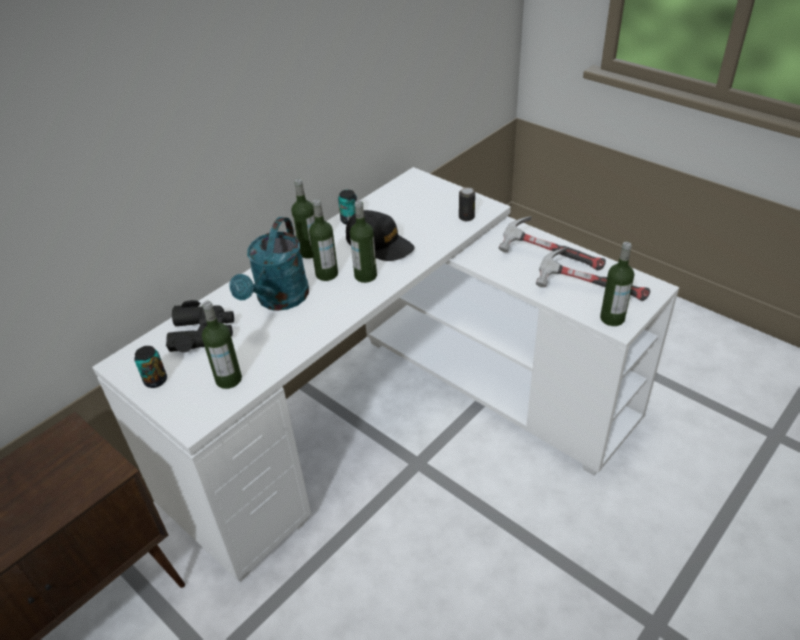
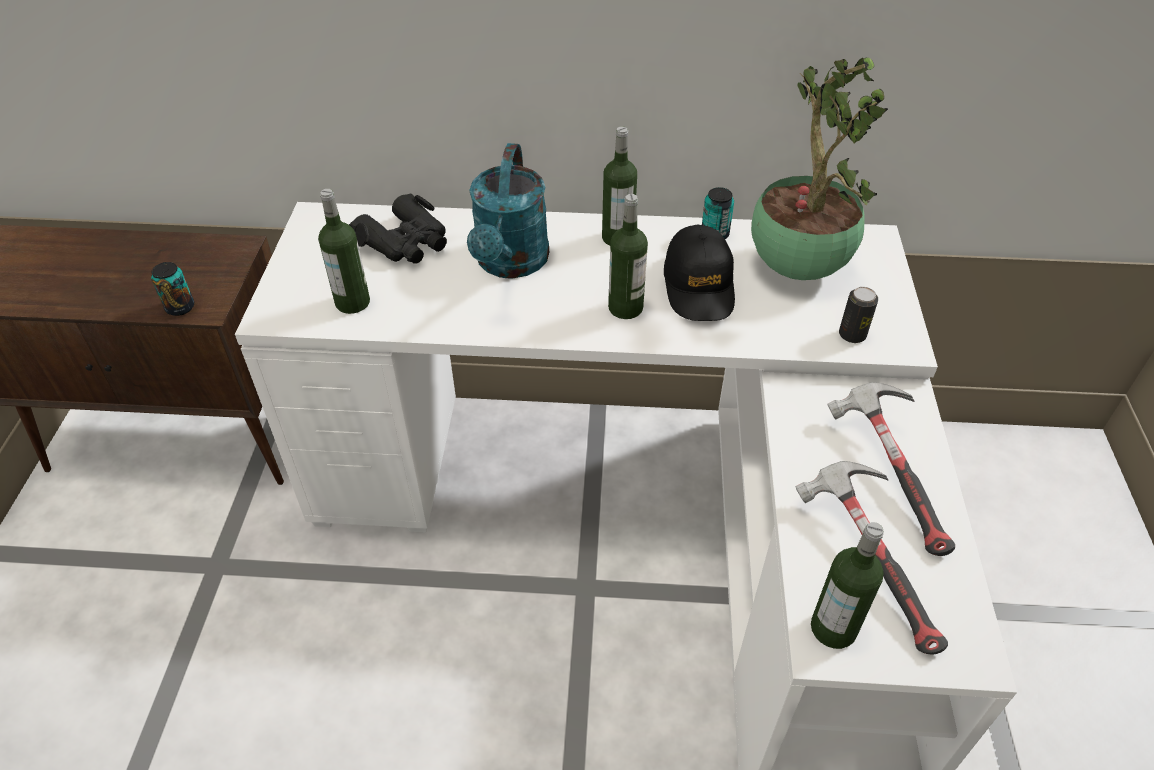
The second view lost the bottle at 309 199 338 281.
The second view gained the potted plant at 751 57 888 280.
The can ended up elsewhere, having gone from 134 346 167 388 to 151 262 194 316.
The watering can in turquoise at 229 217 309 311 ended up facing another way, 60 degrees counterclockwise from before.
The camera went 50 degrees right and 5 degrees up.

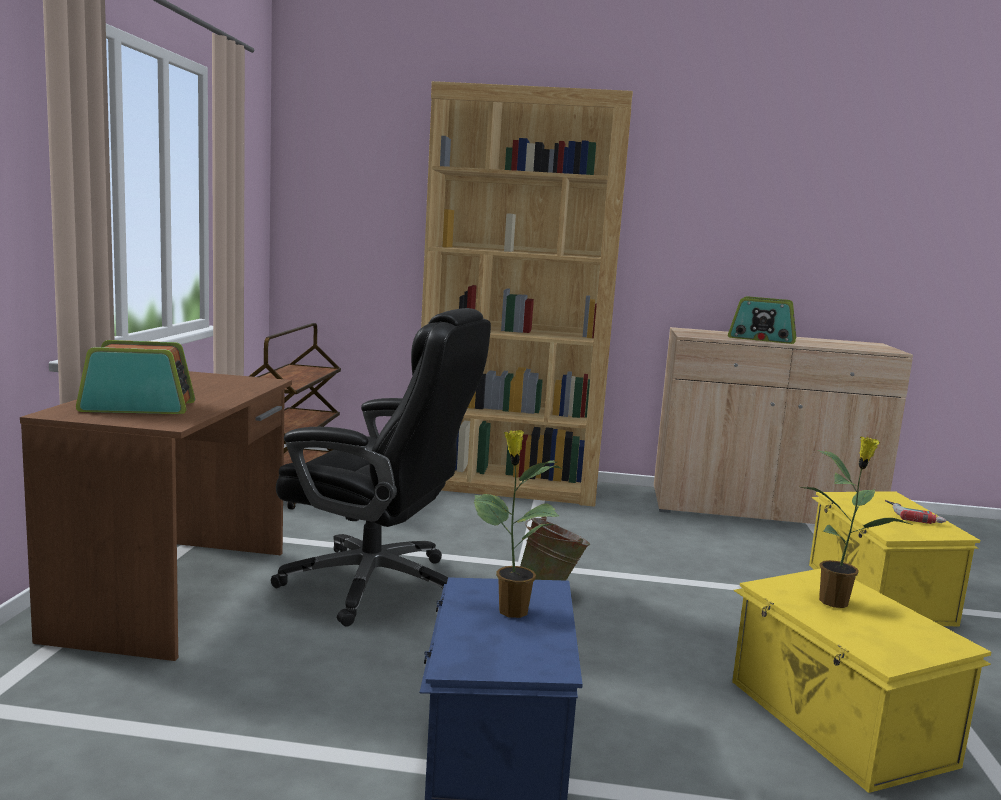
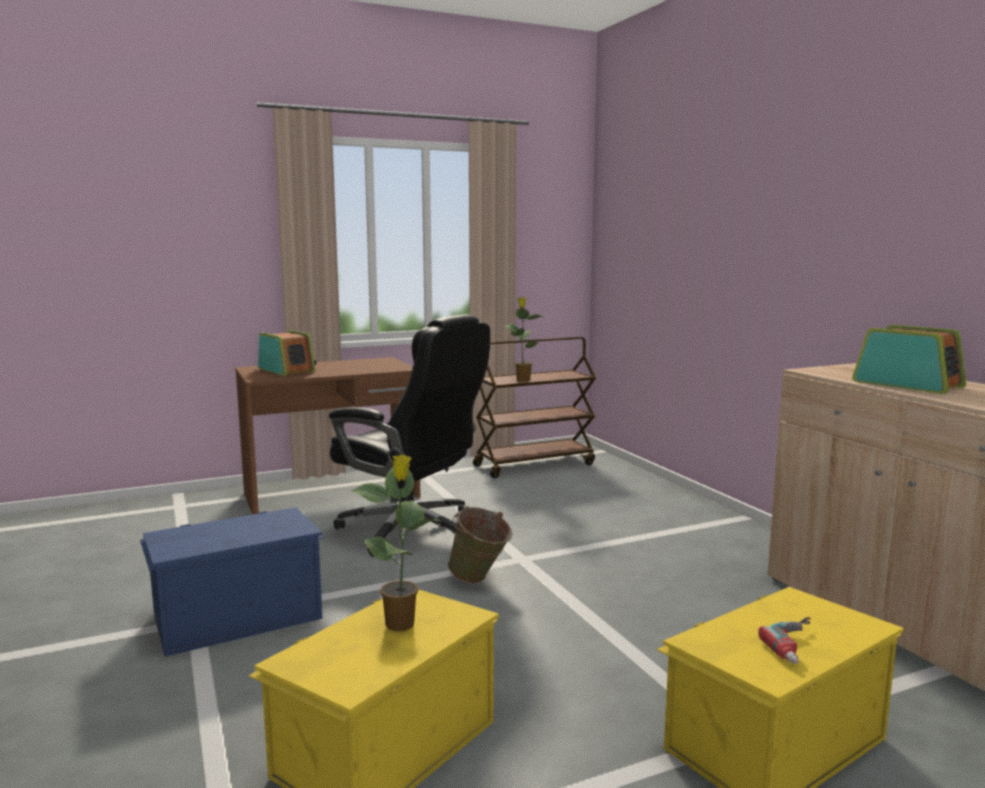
The second view lost the bookcase in brown at 421 81 633 507.
The potted plant ended up elsewhere, having gone from 474 430 563 618 to 504 297 545 382.
The office chair in black at 271 308 491 627 ended up facing another way, 45 degrees counterclockwise from before.
The radio at 728 296 796 344 ended up facing another way, 150 degrees clockwise from before.
The camera went 60 degrees right and 0 degrees up.

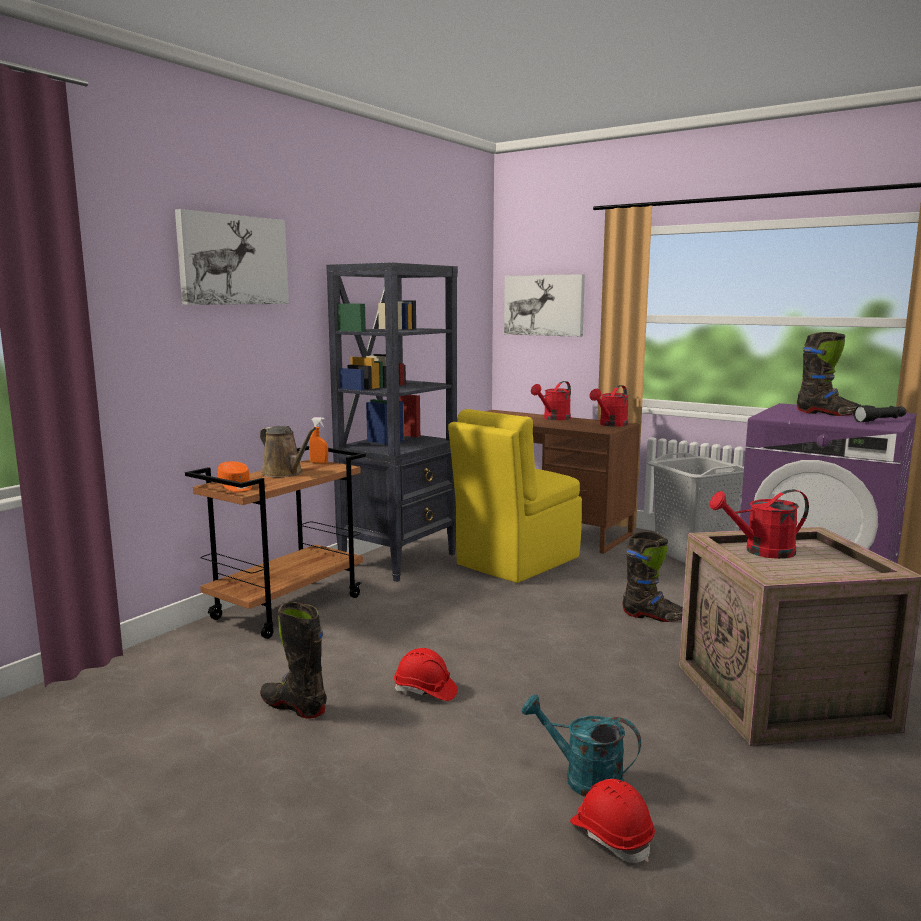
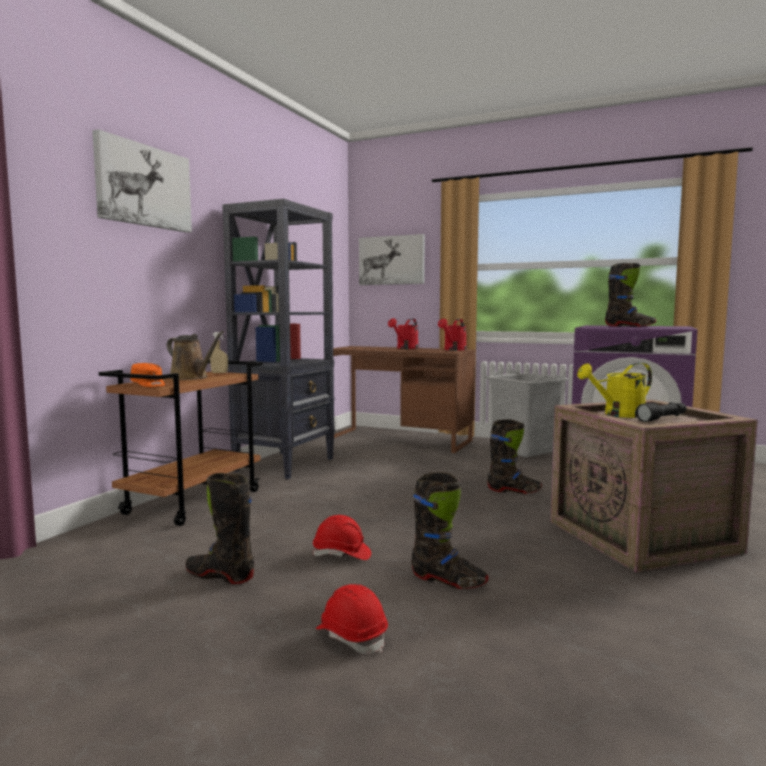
The second view lost the chair in yellow at 448 409 582 583.
The second view lost the watering can in turquoise at 522 694 641 797.
The second view gained the boot in black at 411 472 489 589.
The hard hat in red ended up elsewhere, having gone from 570 779 655 863 to 316 584 388 654.
The flashlight in black ended up elsewhere, having gone from 853 405 907 422 to 636 402 687 422.
What was the spray bottle in orange at 309 417 328 464 turned into the spray bottle in beige at 210 332 228 373.
What was the watering can in red at 709 490 809 559 turned into the watering can in yellow at 577 363 652 418.
The camera went 10 degrees left and 5 degrees down.

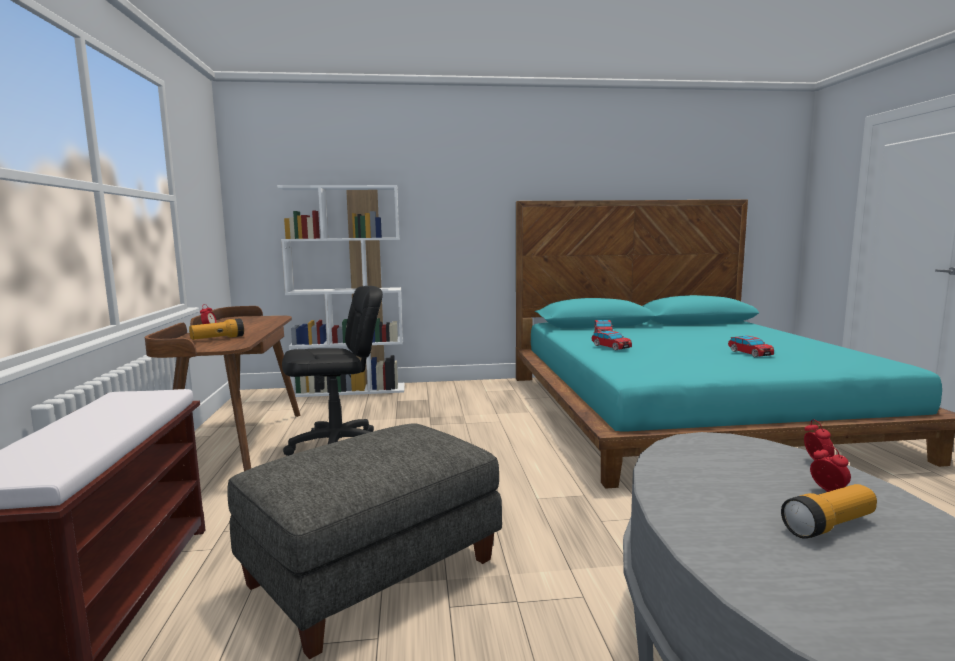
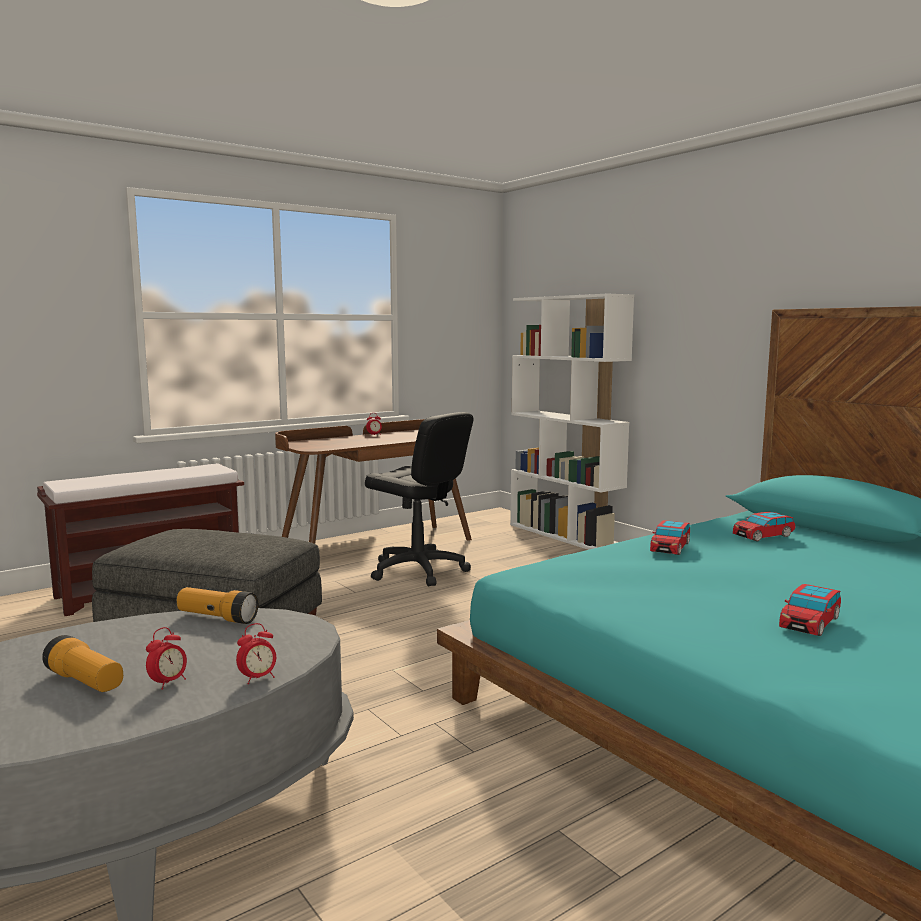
The flashlight ended up elsewhere, having gone from 189 318 244 340 to 177 587 258 624.
The camera went 60 degrees right and 0 degrees up.

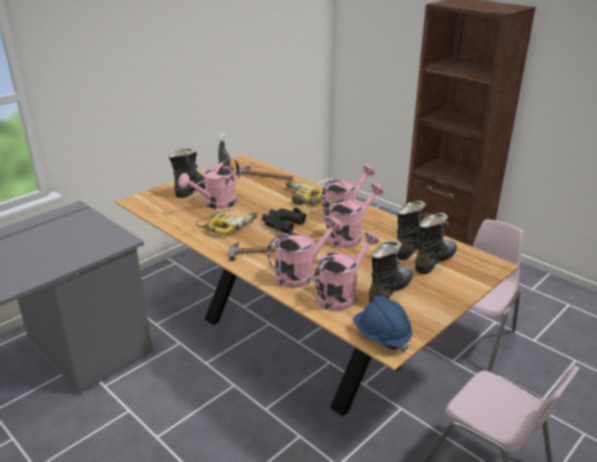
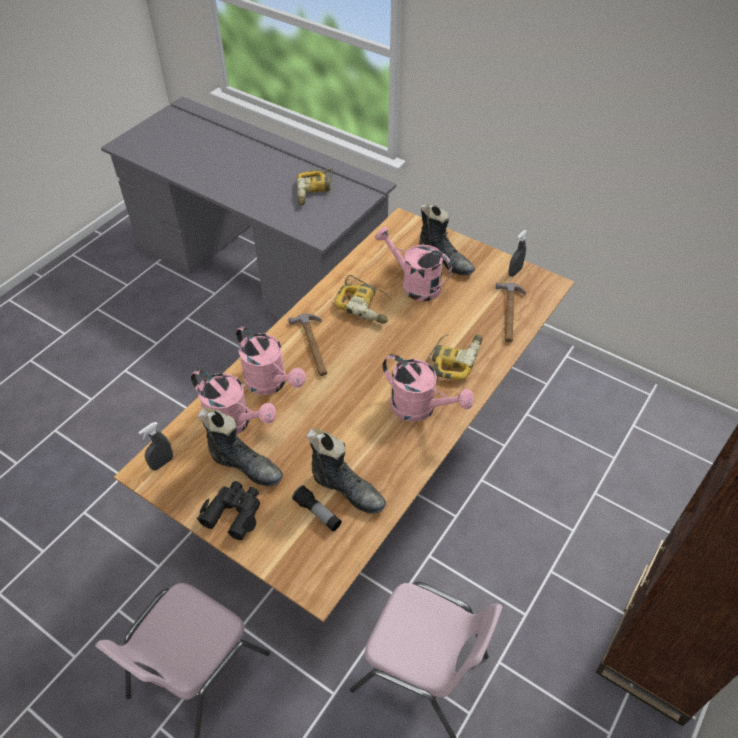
The second view lost the watering can in pink at 325 183 384 248.
The second view gained the power drill at 297 168 333 205.
The binoculars in black ended up elsewhere, having gone from 262 208 306 234 to 197 481 260 540.
Where the hard hat in blue stood at 353 296 412 352, the spray bottle in grey came to stand at 139 422 173 471.
Where the boot in black stood at 415 213 457 274, the flashlight came to stand at 292 485 342 531.
The camera went 80 degrees right and 20 degrees up.

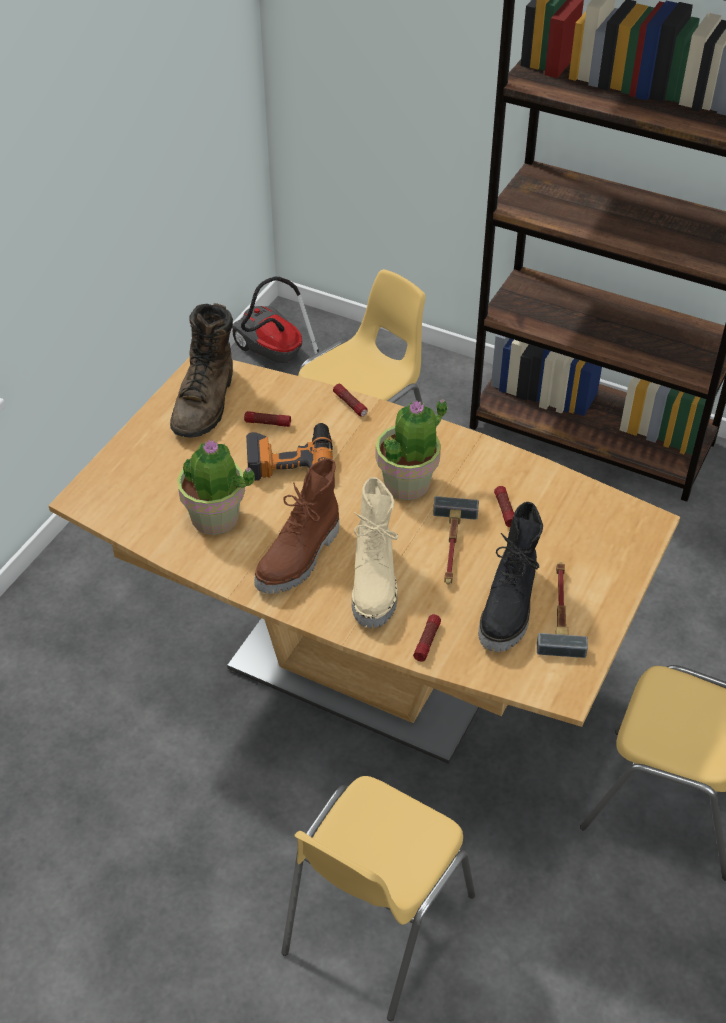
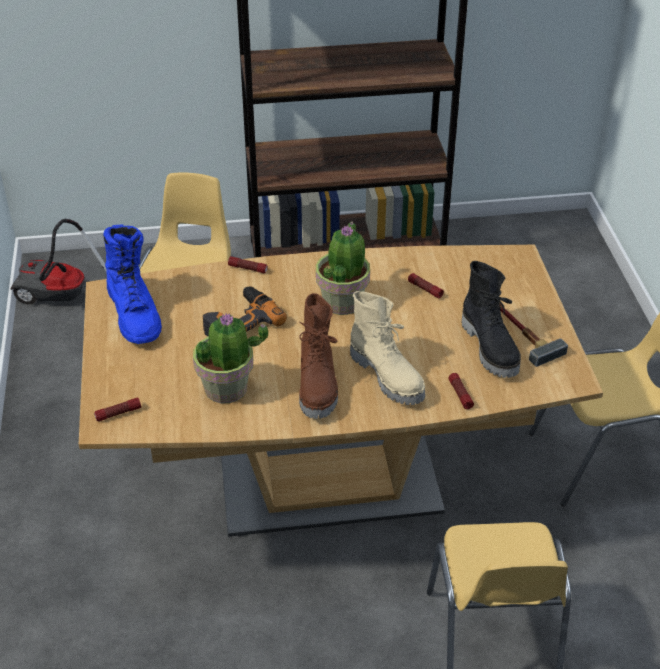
The second view lost the hammer at 433 496 479 585.
The flashlight ended up elsewhere, having gone from 244 411 291 427 to 94 397 141 421.
What was the boot in brown at 170 303 233 438 turned into the boot in blue at 103 224 162 344.
The camera went 35 degrees left and 5 degrees down.

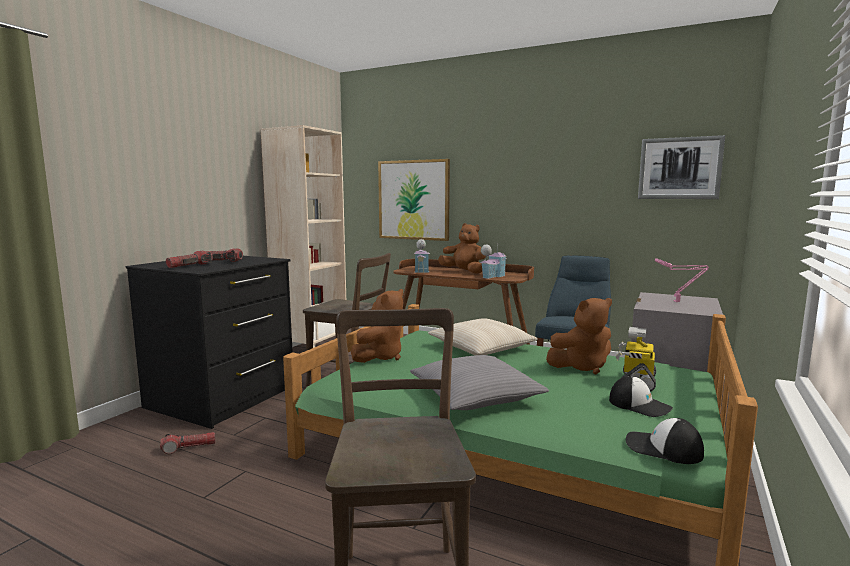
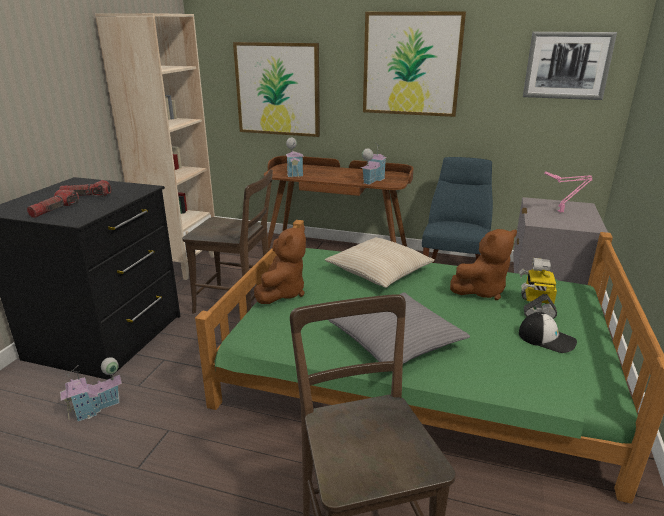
The second view lost the plush toy in brown at 438 223 486 274.
The second view lost the cap at 626 418 704 464.
The second view gained the picture at 363 11 466 117.
Where the flashlight stood at 160 432 215 454, the toy house came to stand at 59 357 122 421.
The camera went 10 degrees left and 15 degrees up.

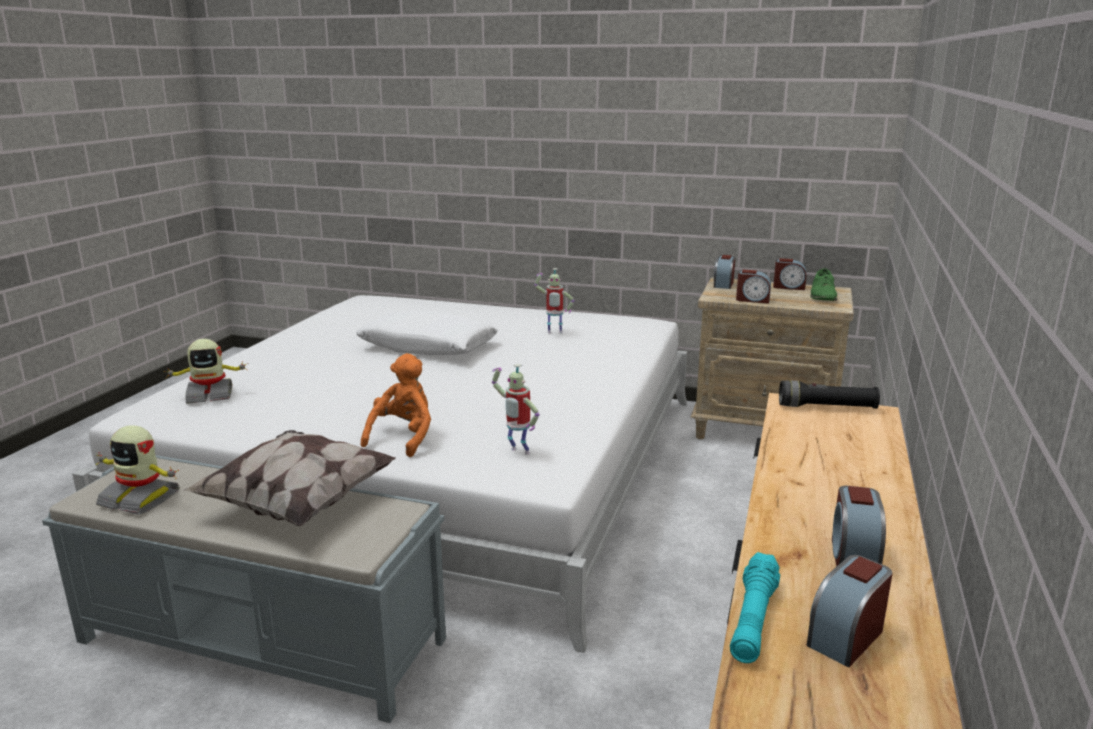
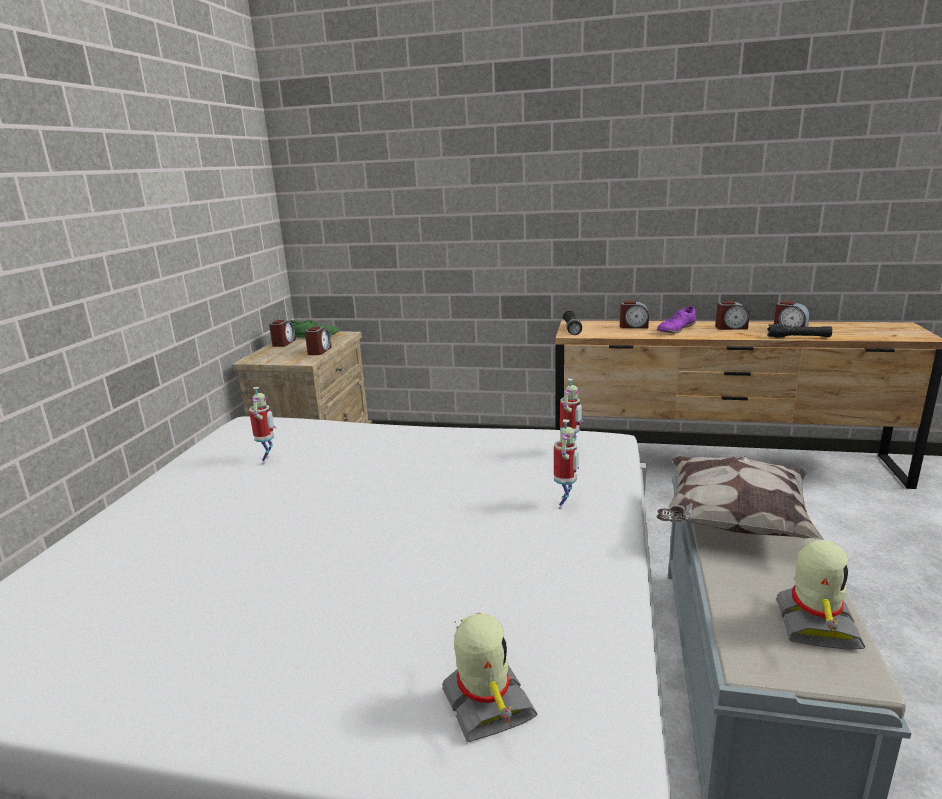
The second view lost the pillow in white at 356 311 498 355.
The second view gained the shoe in purple at 657 306 696 333.
The alarm clock ended up elsewhere, having gone from 714 255 735 289 to 620 301 649 328.
Where the plush toy in orange stood at 361 353 431 457, the toy robot came to stand at 554 419 579 510.
What was the flashlight in turquoise at 730 552 780 663 turned into the flashlight in black at 767 324 832 338.
The camera went 95 degrees left and 0 degrees up.

